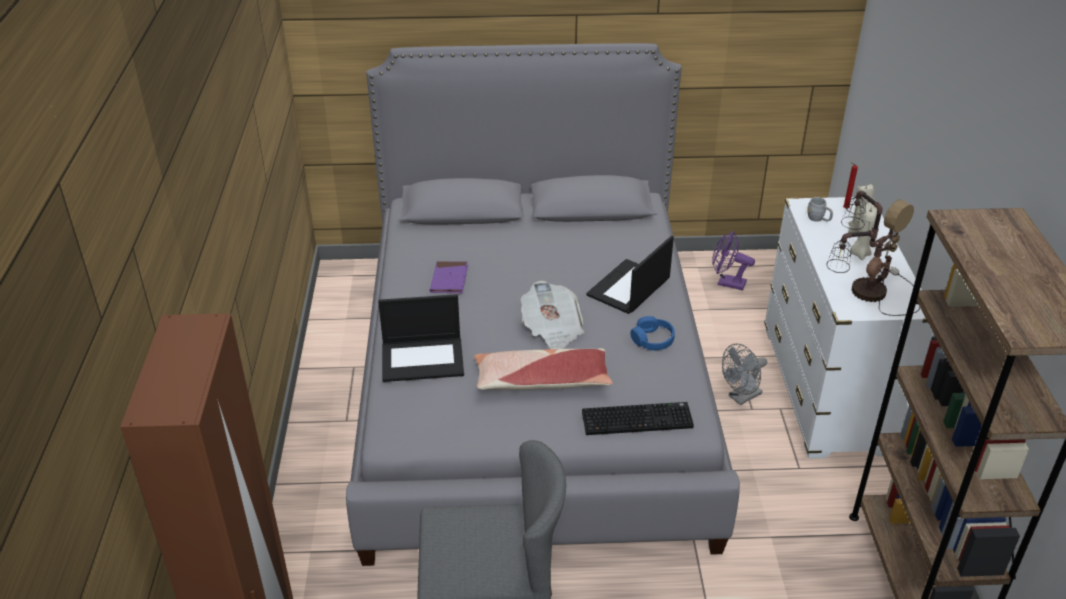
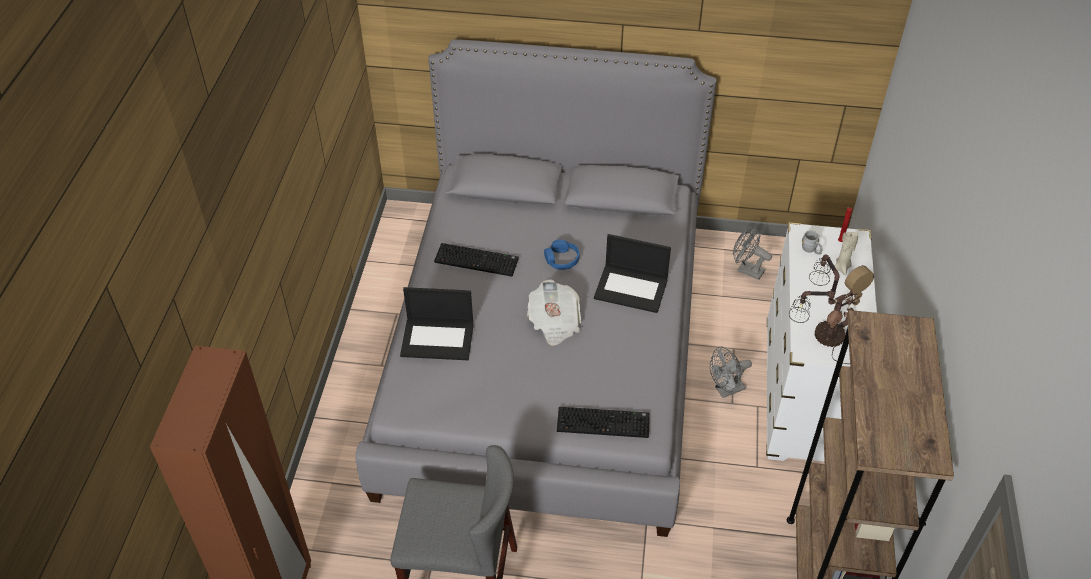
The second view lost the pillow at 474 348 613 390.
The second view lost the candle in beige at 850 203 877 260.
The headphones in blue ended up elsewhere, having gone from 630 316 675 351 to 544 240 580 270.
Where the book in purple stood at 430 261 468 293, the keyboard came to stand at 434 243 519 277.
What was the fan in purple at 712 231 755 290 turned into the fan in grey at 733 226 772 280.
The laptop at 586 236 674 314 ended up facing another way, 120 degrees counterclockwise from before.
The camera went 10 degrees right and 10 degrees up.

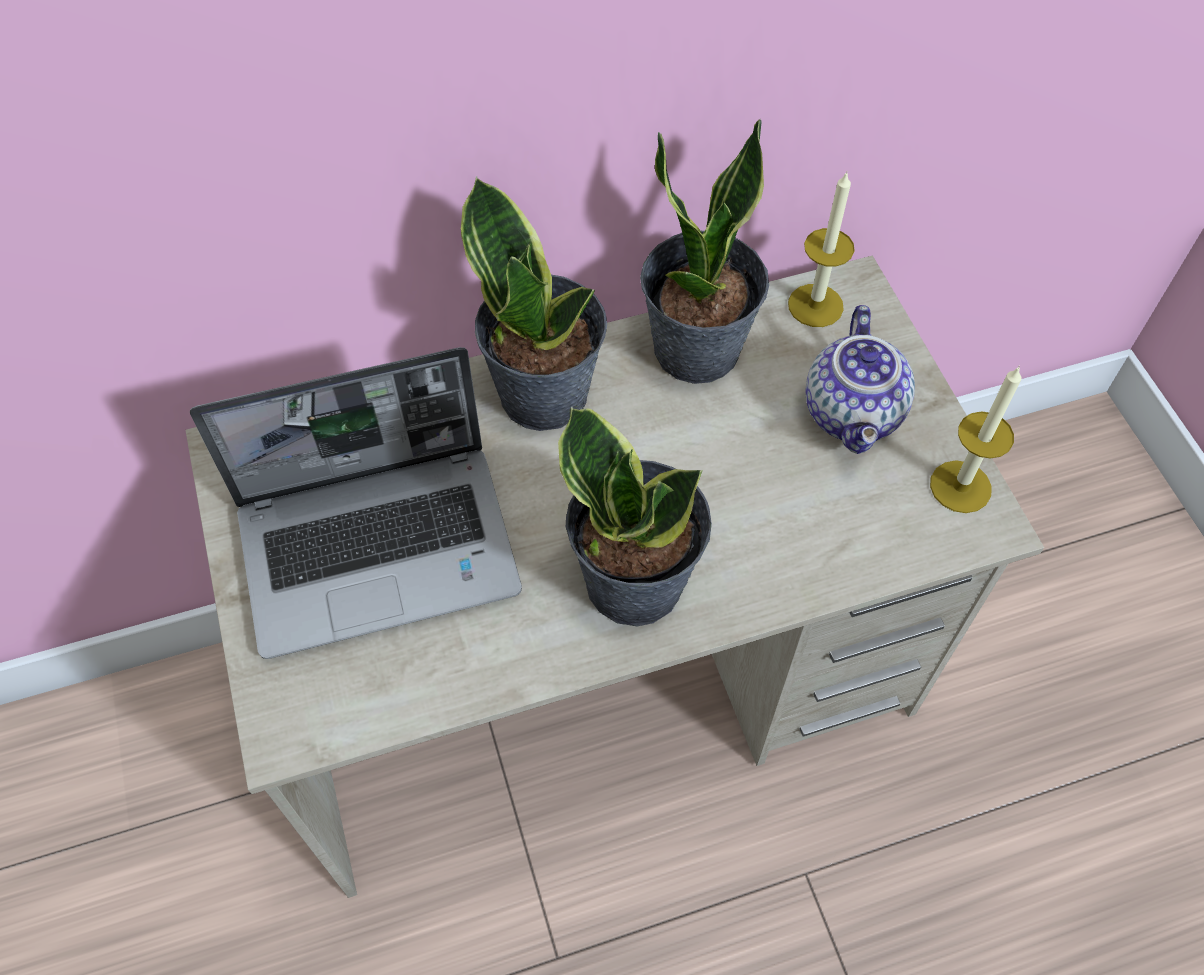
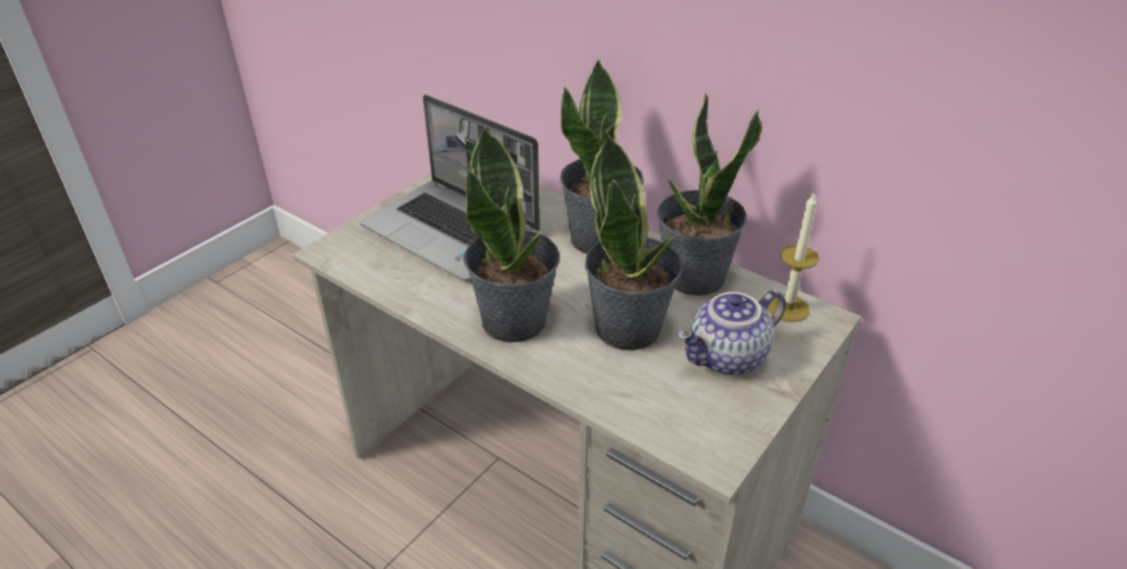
The second view lost the candle at 930 366 1022 513.
The second view gained the potted plant at 585 134 682 351.
The camera went 55 degrees right and 20 degrees down.

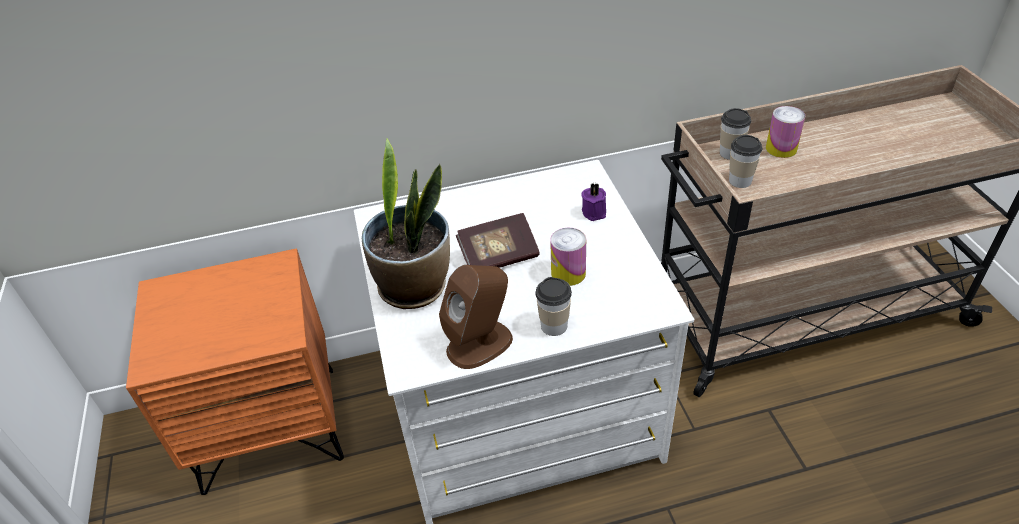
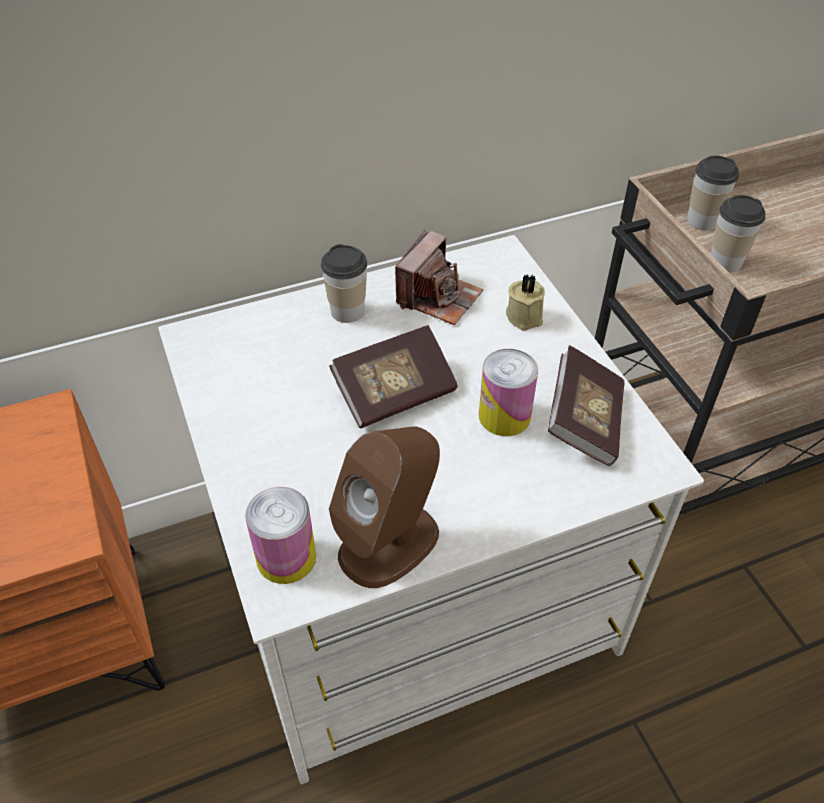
The second view lost the potted plant at 362 138 450 309.
The second view gained the photo camera at 395 230 483 325.
The second view gained the book at 548 345 625 466.
The cup ended up elsewhere, having gone from 535 277 572 336 to 321 244 367 323.
The can ended up elsewhere, having gone from 766 106 805 158 to 245 487 316 584.
What was the candle in purple at 581 183 606 221 turned into the candle in beige at 506 274 545 331.
The camera went 10 degrees left and 5 degrees up.

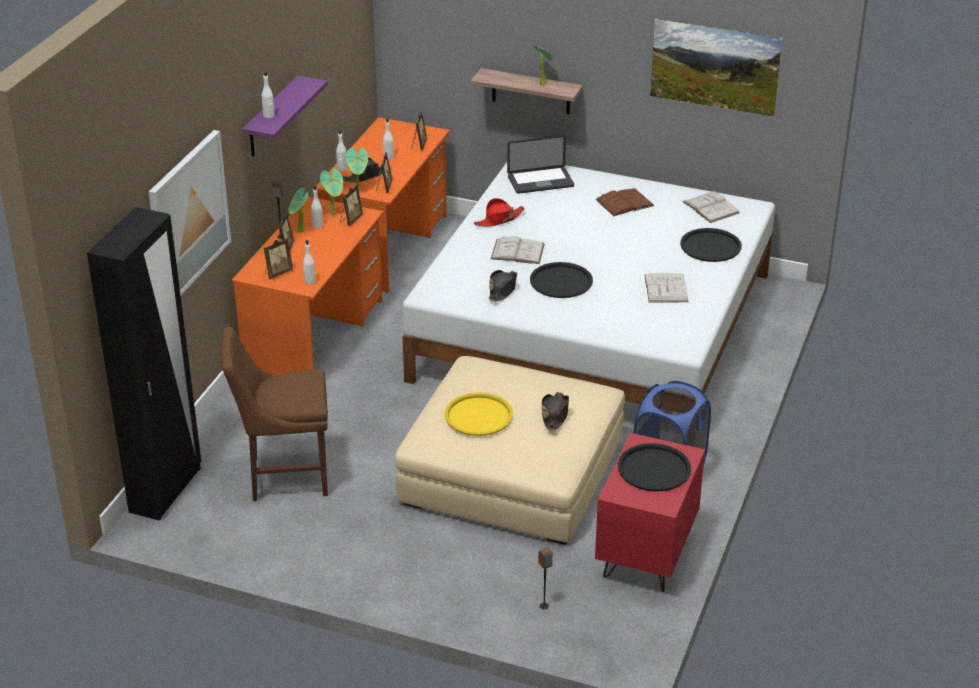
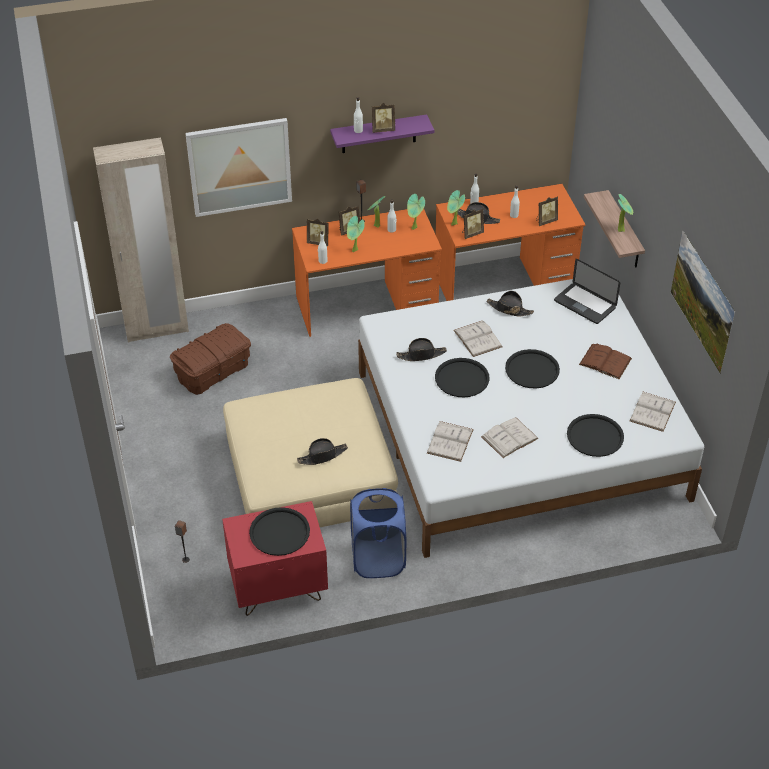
The second view lost the tray in yellow at 445 392 513 436.
The second view gained the potted plant at 347 216 365 252.
The second view gained the book in white at 427 421 474 462.
The second view gained the tray in black at 505 349 560 388.
The picture frame ended up elsewhere, having gone from 340 185 363 226 to 372 103 395 133.
Where the chair in brown stood at 221 327 328 501, the storage box in brown came to stand at 170 323 251 395.
What was the wardrobe in black at 87 207 201 521 turned into the wardrobe in beige at 93 137 189 342.
What was the hat in red at 474 198 525 227 turned into the hat in black at 486 291 534 316.
The camera went 55 degrees right and 10 degrees up.

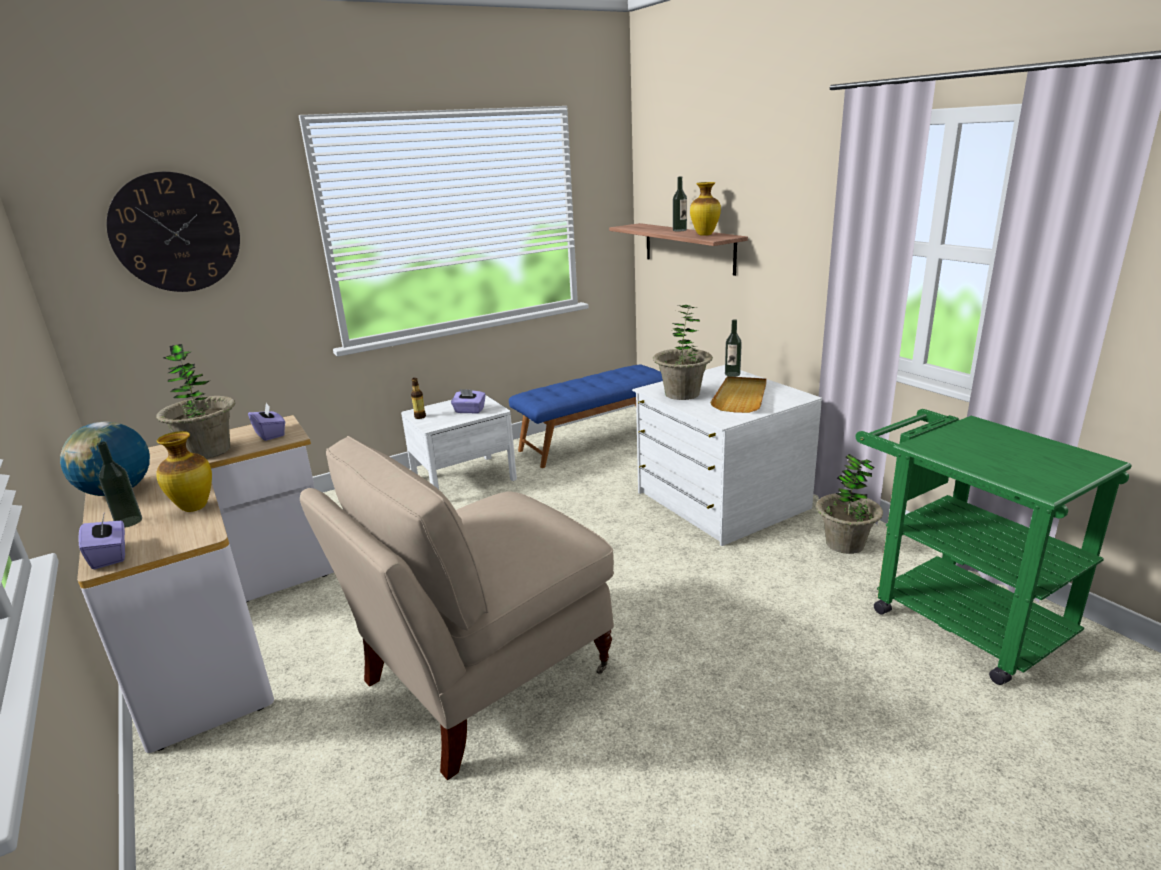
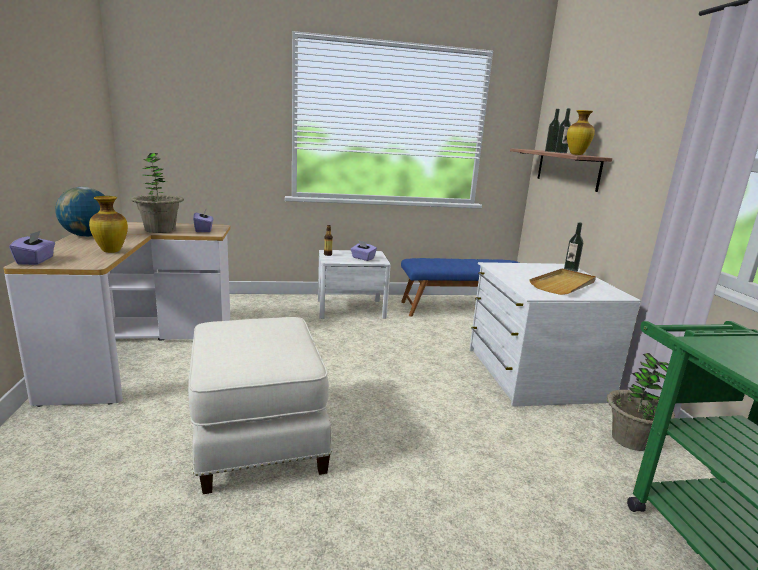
The second view lost the wall clock at 107 172 240 292.
The second view lost the potted plant at 653 305 713 400.
The bottle ended up elsewhere, having gone from 97 441 142 528 to 545 109 560 152.
Where the chair in beige stood at 300 436 614 780, the ottoman in white came to stand at 188 317 332 494.
The camera went 20 degrees right and 5 degrees down.

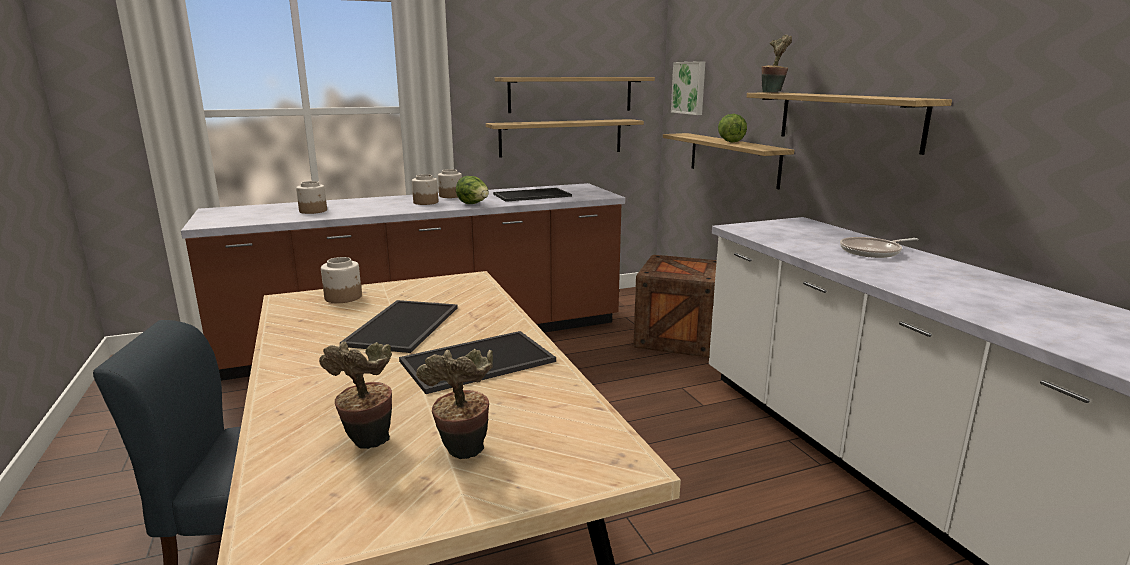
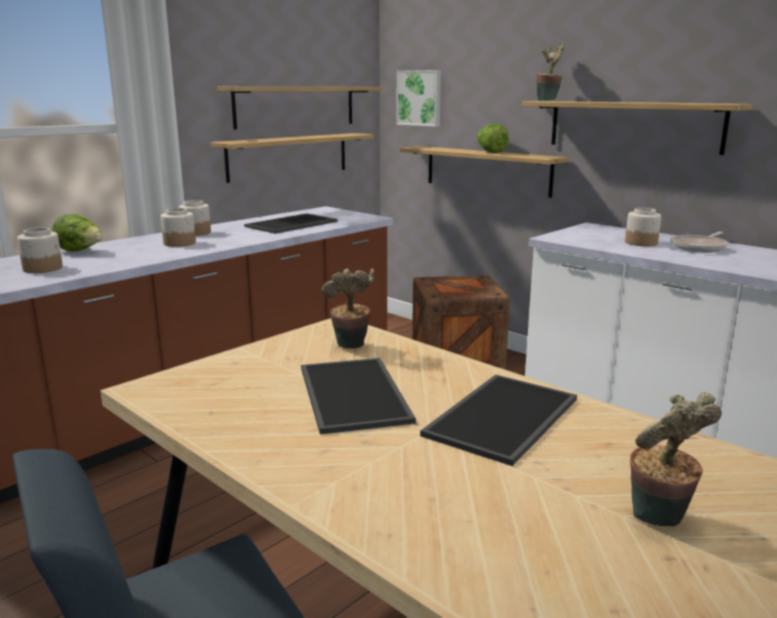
The potted plant ended up elsewhere, having gone from 319 341 392 449 to 321 268 375 349.
The jar ended up elsewhere, having gone from 321 257 362 303 to 625 208 661 246.
The lettuce ended up elsewhere, having gone from 456 176 489 204 to 52 214 103 252.
The camera went 25 degrees left and 0 degrees up.

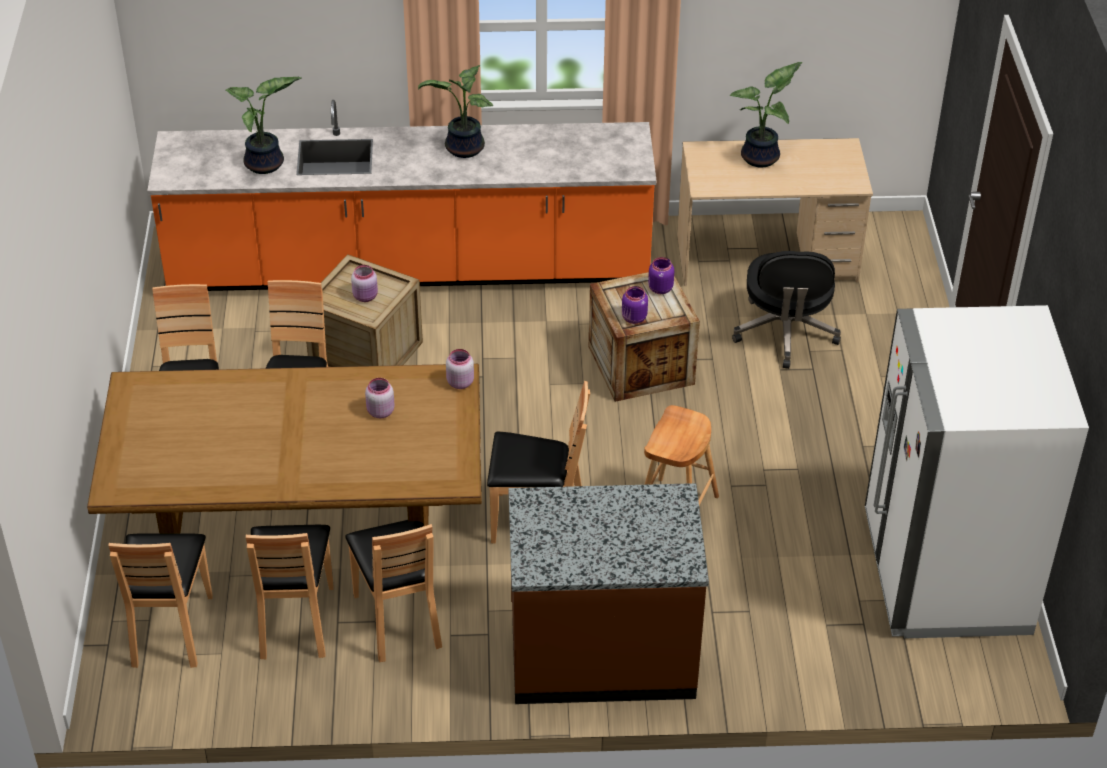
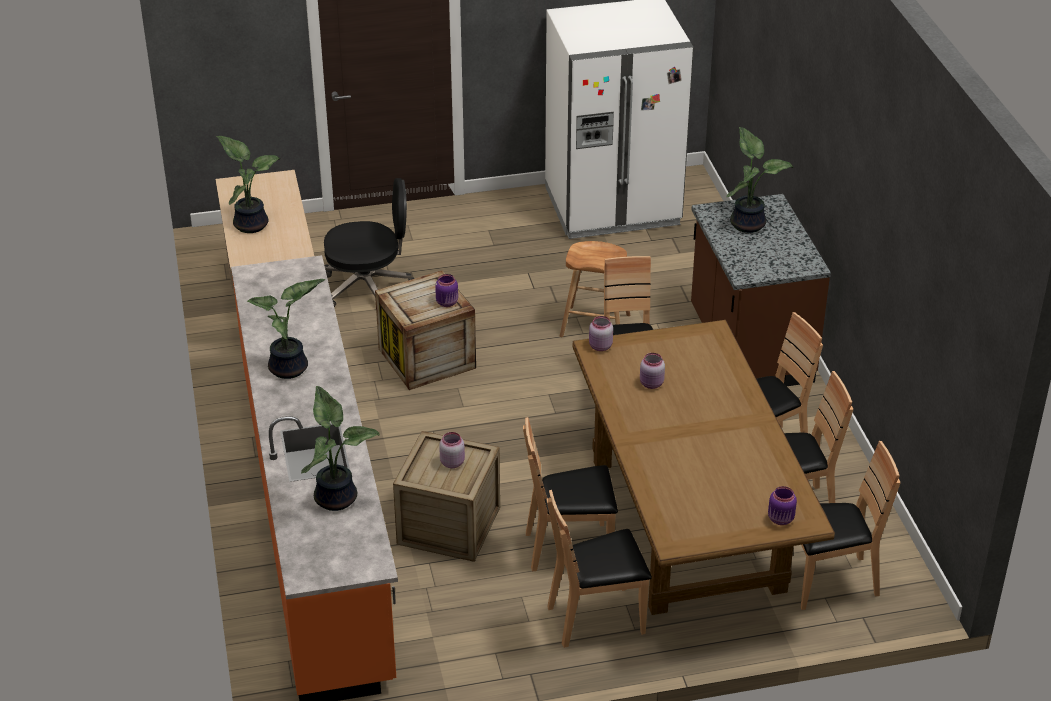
The second view gained the potted plant at 727 127 794 233.
The jar in purple ended up elsewhere, having gone from 648 257 674 294 to 768 486 797 525.
The camera went 100 degrees left and 5 degrees down.

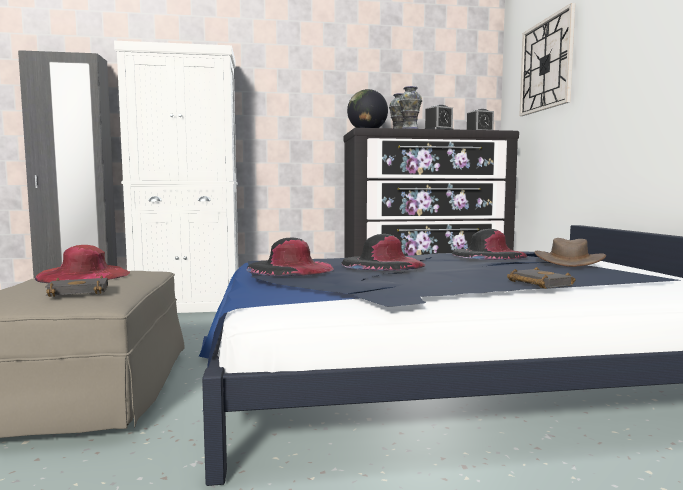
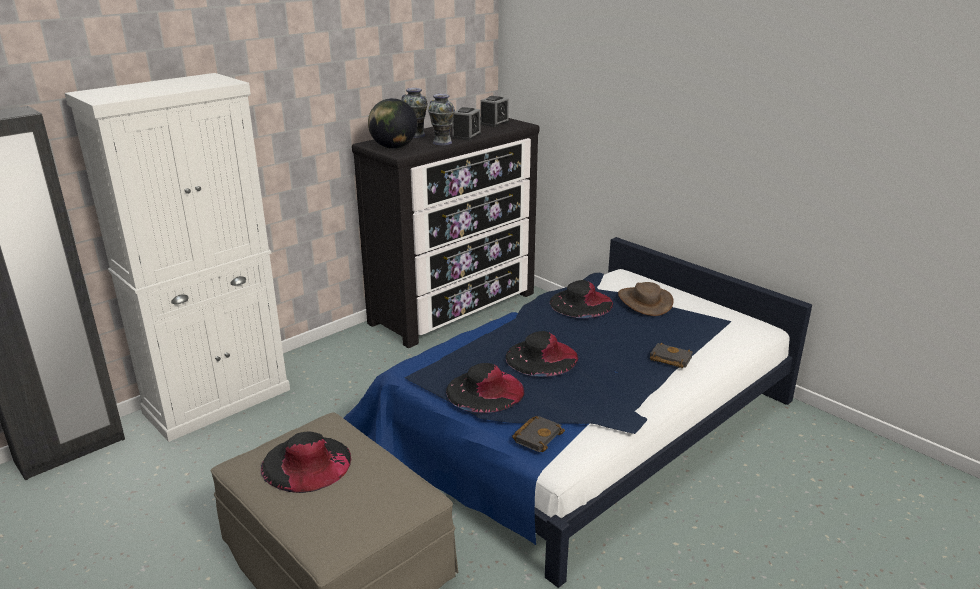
The second view lost the wall clock at 519 3 575 116.
The book in black ended up elsewhere, having gone from 45 275 108 297 to 512 416 565 452.
What was the hat in red at 35 245 130 283 turned into the hat in black at 261 432 352 493.
The camera went 35 degrees left and 20 degrees up.

